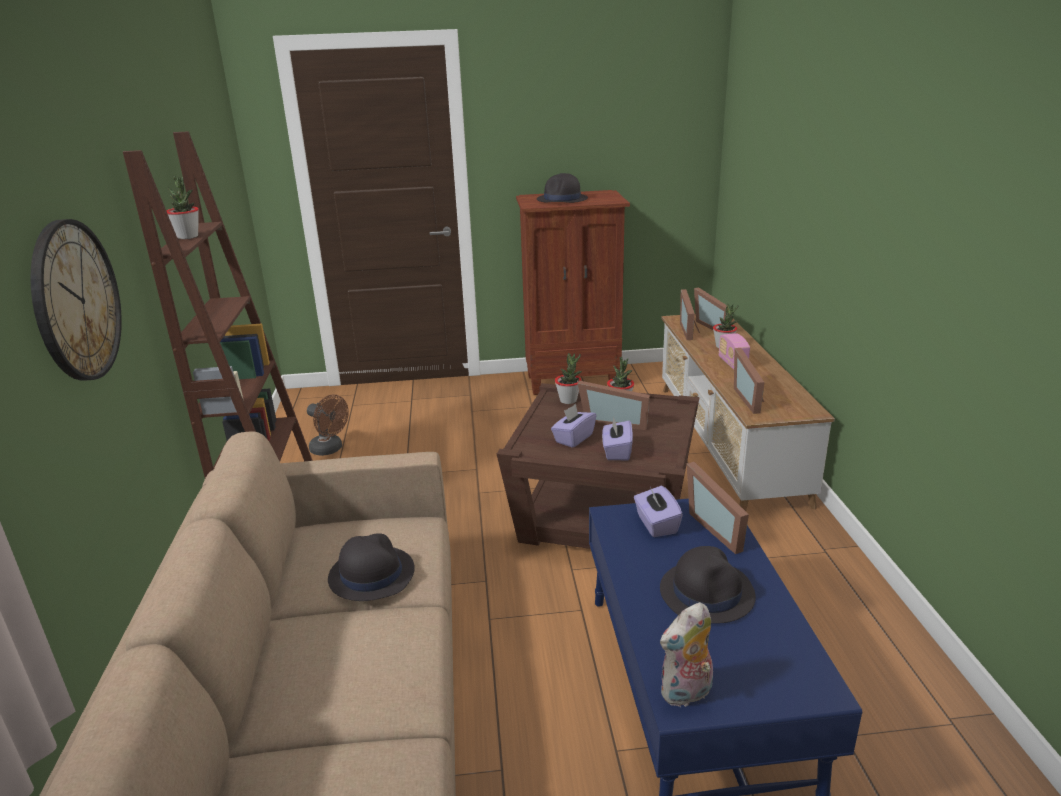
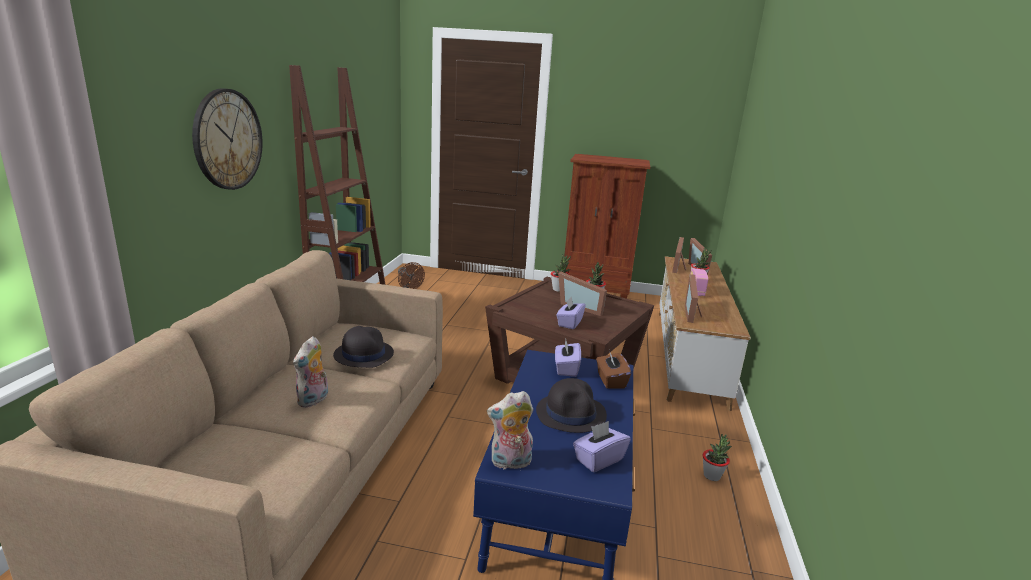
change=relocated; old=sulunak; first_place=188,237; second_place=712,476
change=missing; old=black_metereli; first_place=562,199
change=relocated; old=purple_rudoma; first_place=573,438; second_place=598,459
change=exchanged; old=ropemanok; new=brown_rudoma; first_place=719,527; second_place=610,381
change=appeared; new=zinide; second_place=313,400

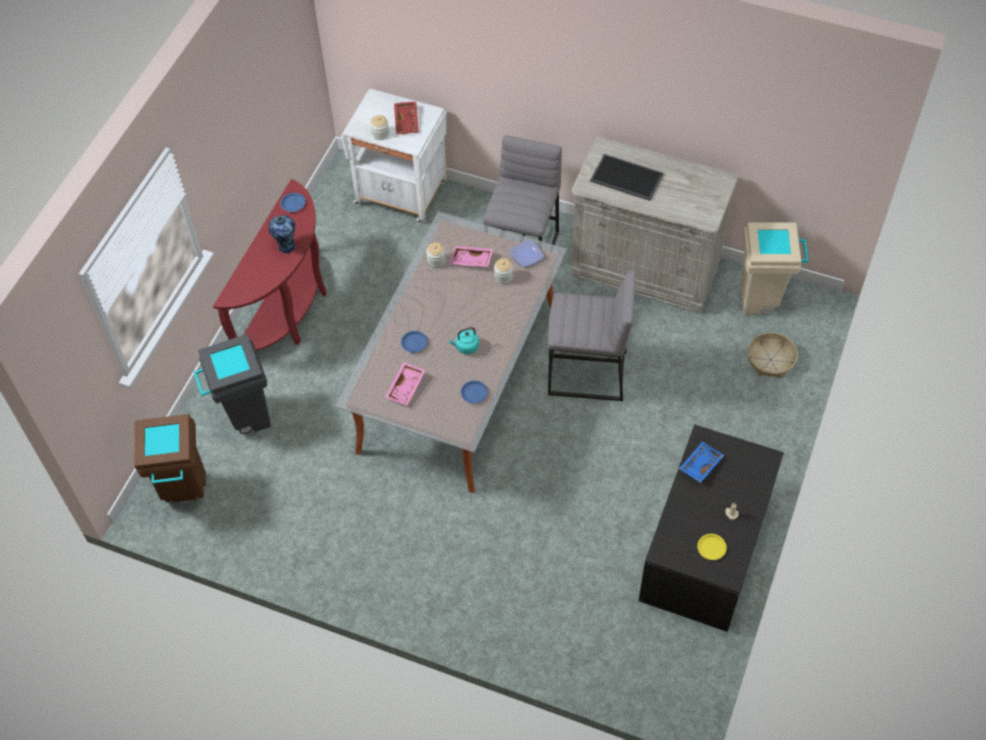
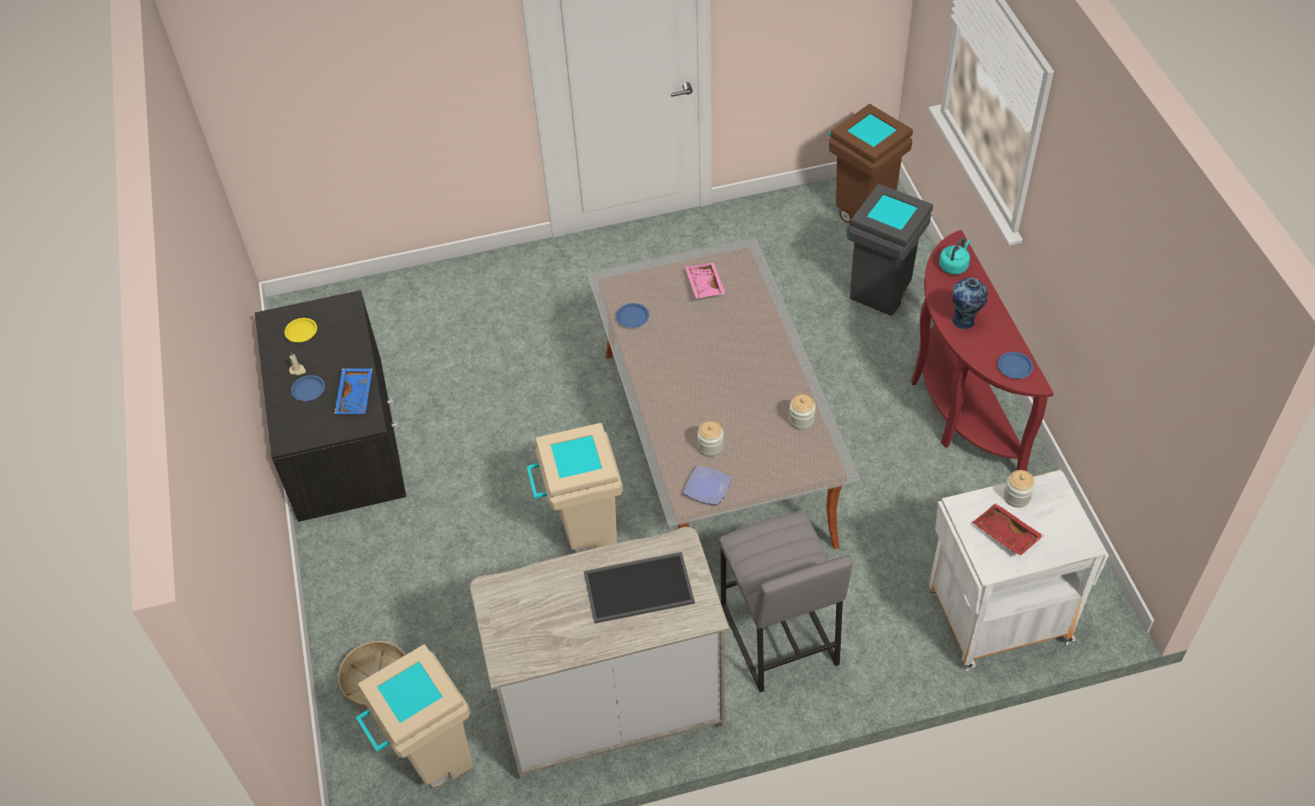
change=relocated; old=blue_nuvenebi; first_place=414,343; second_place=309,390
change=relocated; old=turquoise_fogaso; first_place=466,347; second_place=954,265
change=missing; old=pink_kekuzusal; first_place=471,261
change=exchanged; old=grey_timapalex; new=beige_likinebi; first_place=587,373; second_place=583,534

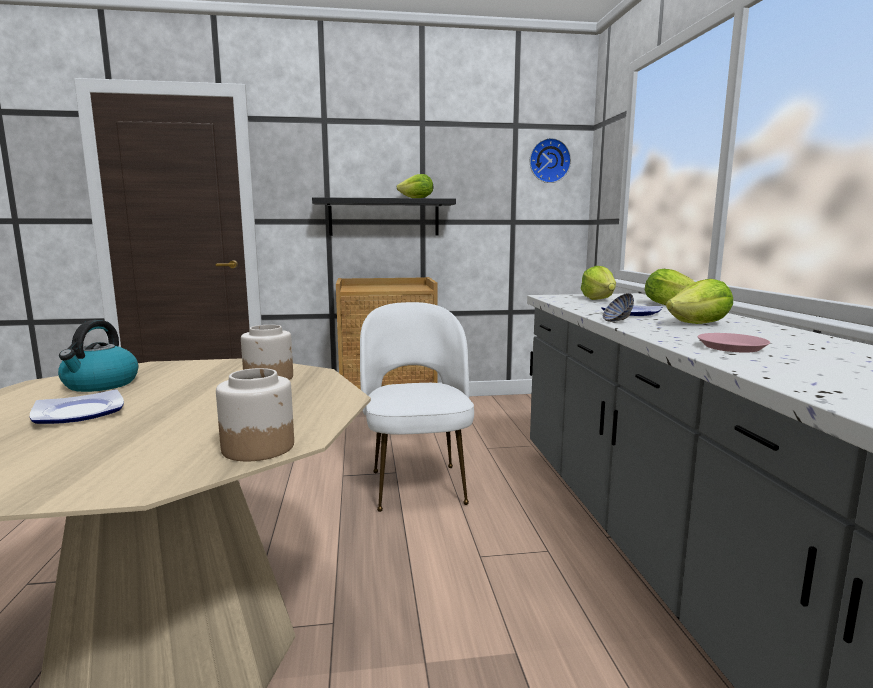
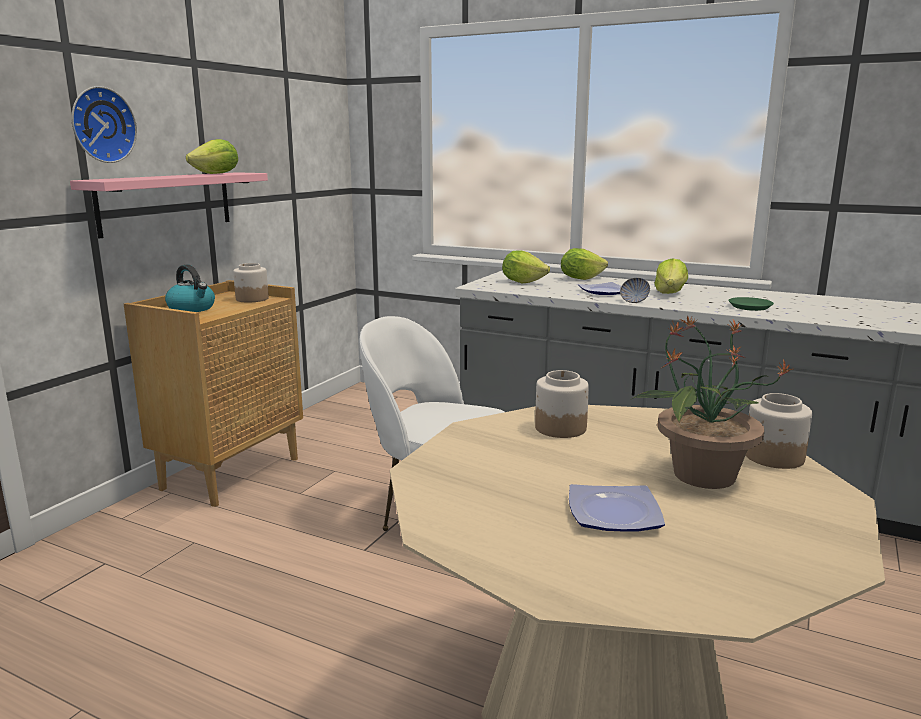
change=relocated; old=fogaso; first_place=100,384; second_place=192,309
change=colour; old=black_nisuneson; new=pink_nisuneson; first_place=384,217; second_place=166,202
change=relocated; old=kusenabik; first_place=549,161; second_place=101,125
change=colour; old=pink_nuvenebi; new=green_nuvenebi; first_place=732,347; second_place=750,307
change=appeared; new=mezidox; second_place=252,299
change=appeared; new=sulunak; second_place=701,475

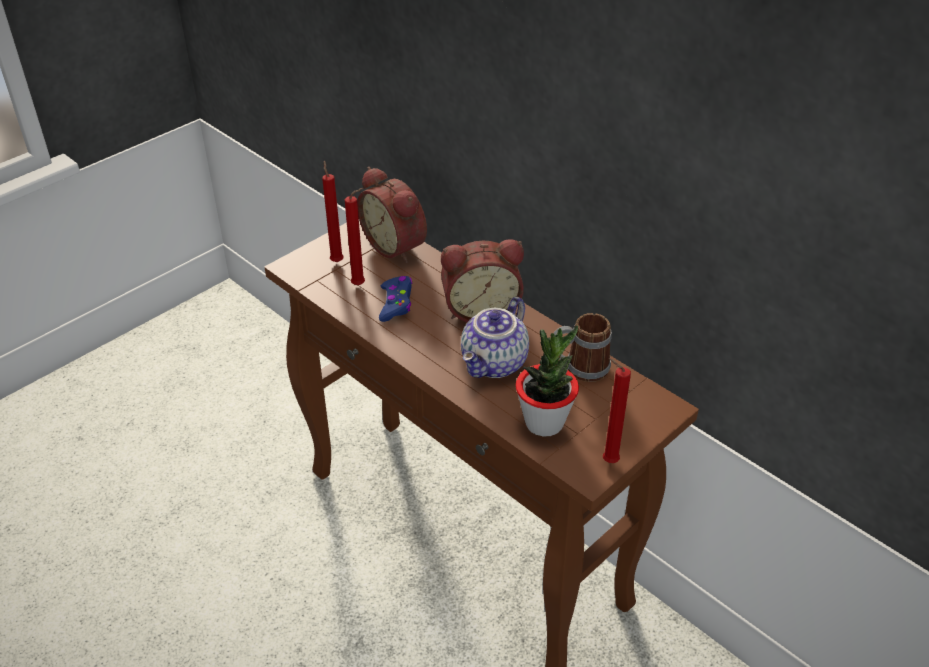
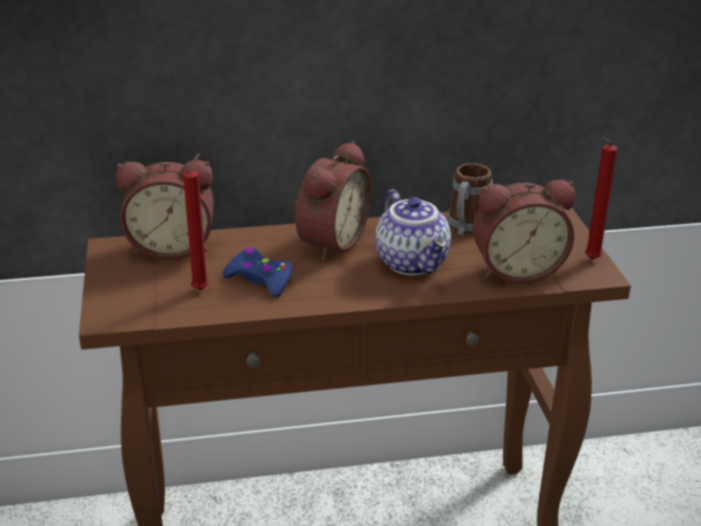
change=missing; old=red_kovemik; first_place=336,260
change=exchanged; old=sulunak; new=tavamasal; first_place=544,422; second_place=516,269

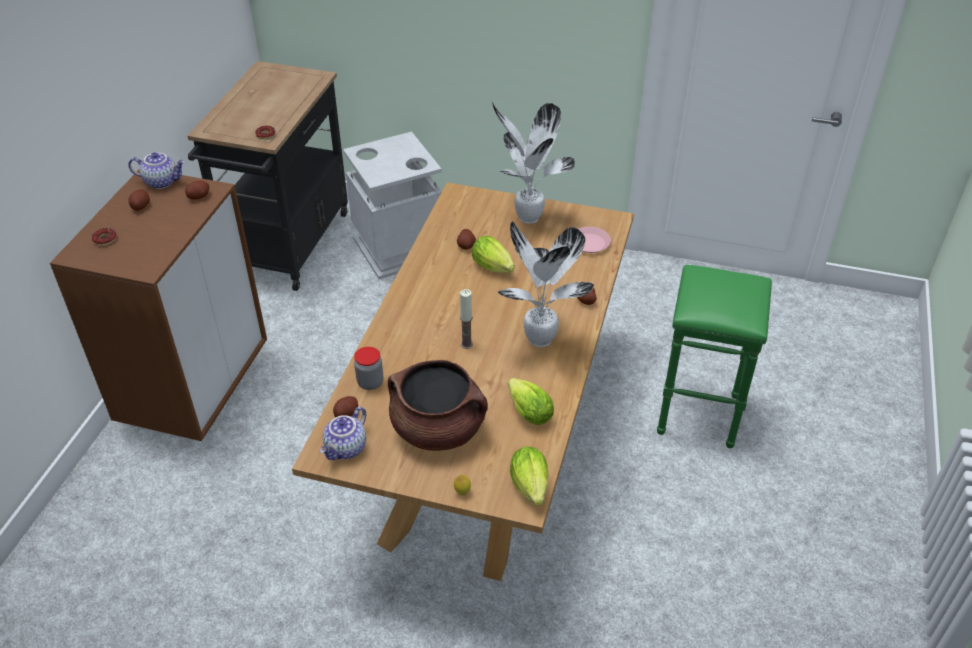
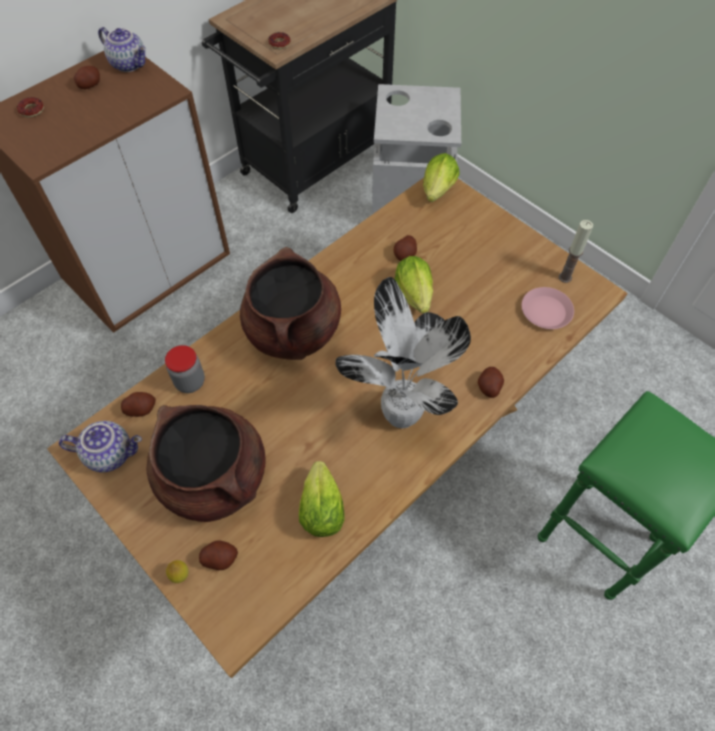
change=relocated; old=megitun; first_place=199,196; second_place=220,558
change=spun; old=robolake; first_place=346,449; second_place=110,453; degrees=-150
change=relocated; old=kovemik; first_place=466,344; second_place=565,277
change=missing; old=sulunak; first_place=526,217
change=relocated; old=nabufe; first_place=531,489; second_place=437,192
change=appeared; new=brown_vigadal; second_place=293,331

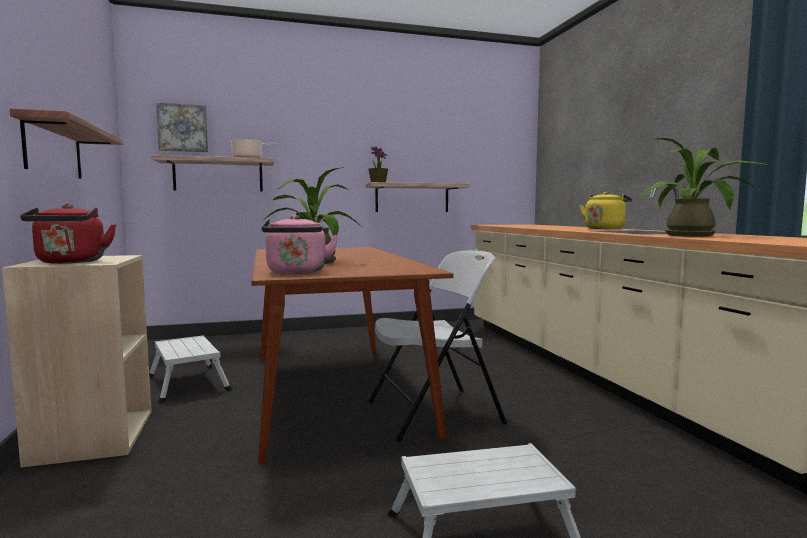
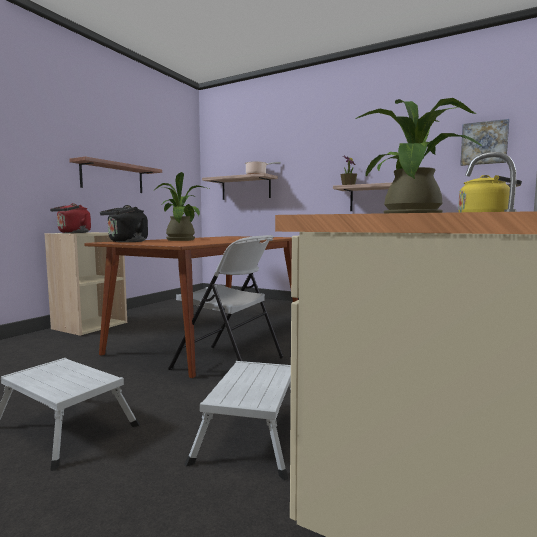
change=relocated; old=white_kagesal; first_place=188,383; second_place=252,434
change=relocated; old=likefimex; first_place=183,128; second_place=484,143
change=colour; old=pink_fogaso; new=black_fogaso; first_place=297,272; second_place=126,242

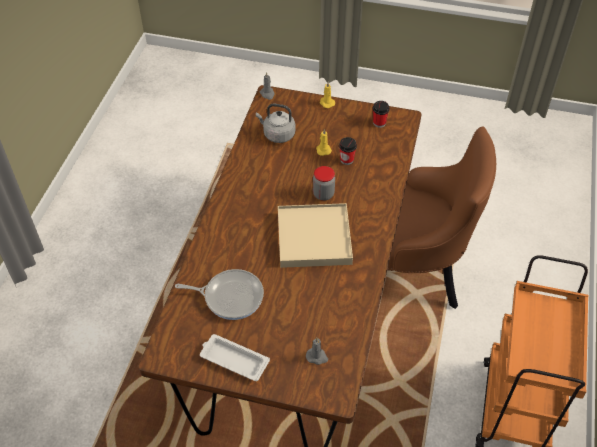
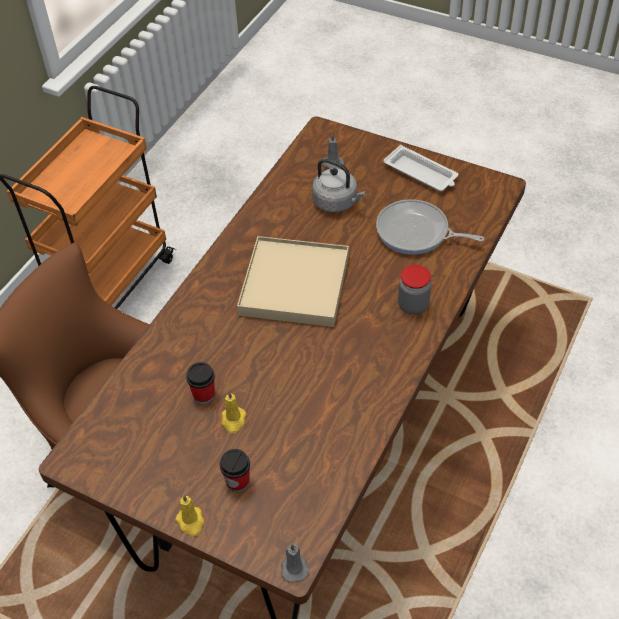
change=relocated; old=grey_fogaso; first_place=277,134; second_place=337,202
change=relocated; old=mezidox; first_place=323,194; second_place=413,305
change=relocated; old=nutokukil; first_place=379,123; second_place=237,482

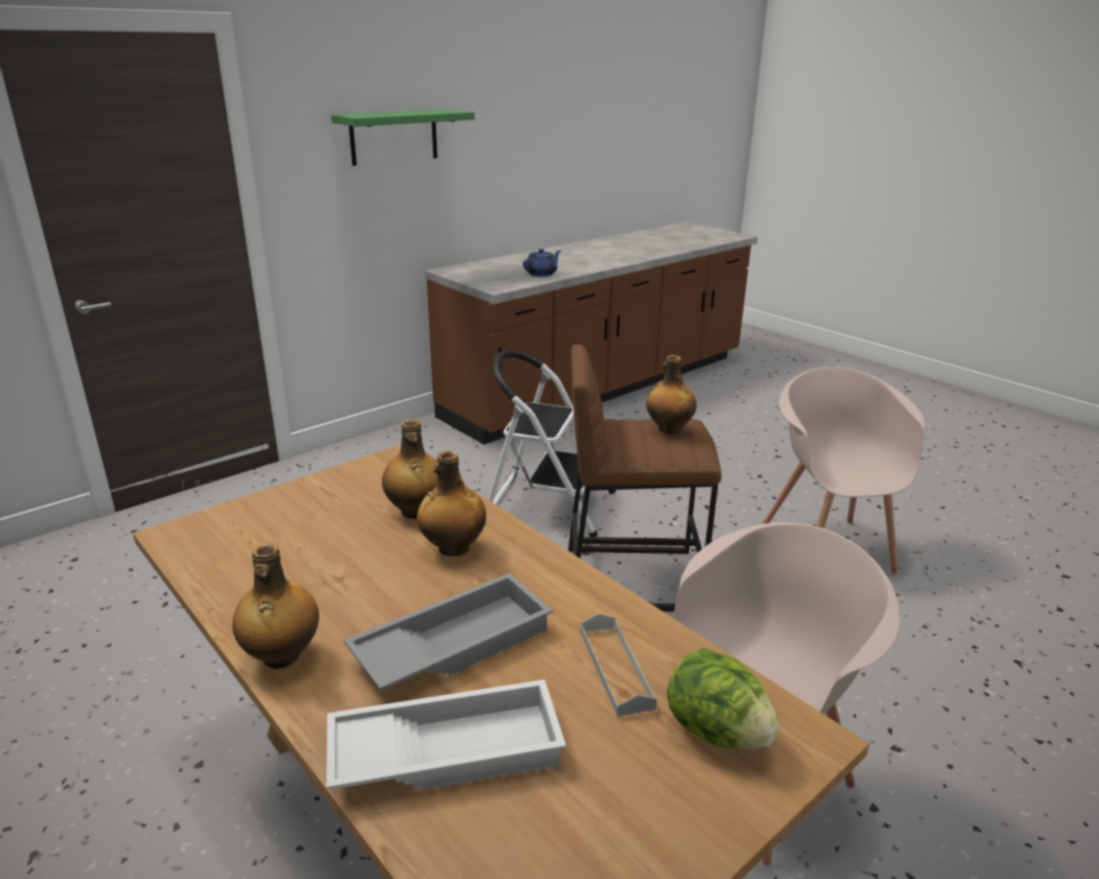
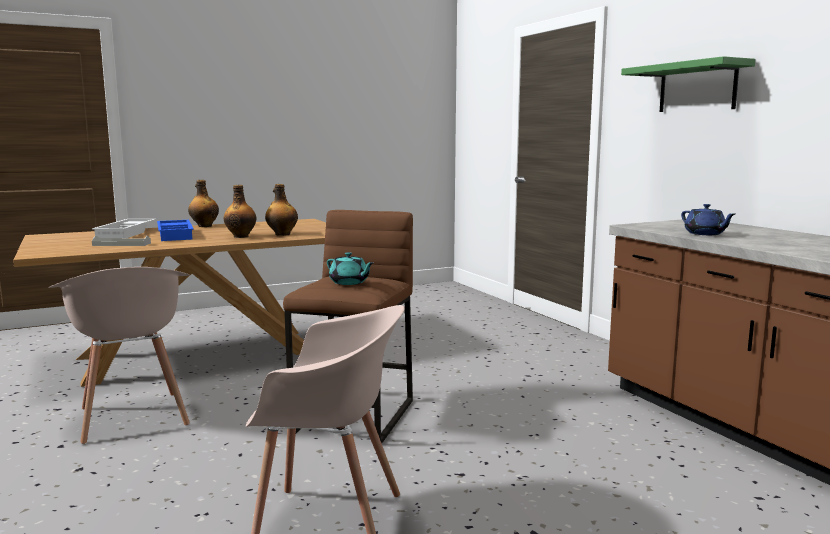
change=colour; old=grey_kekuzusal; new=blue_kekuzusal; first_place=452,643; second_place=176,235
change=missing; old=kagesal; first_place=546,504
change=exchanged; old=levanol; new=turquoise_robolake; first_place=668,429; second_place=349,282
change=missing; old=nabufe; first_place=716,731

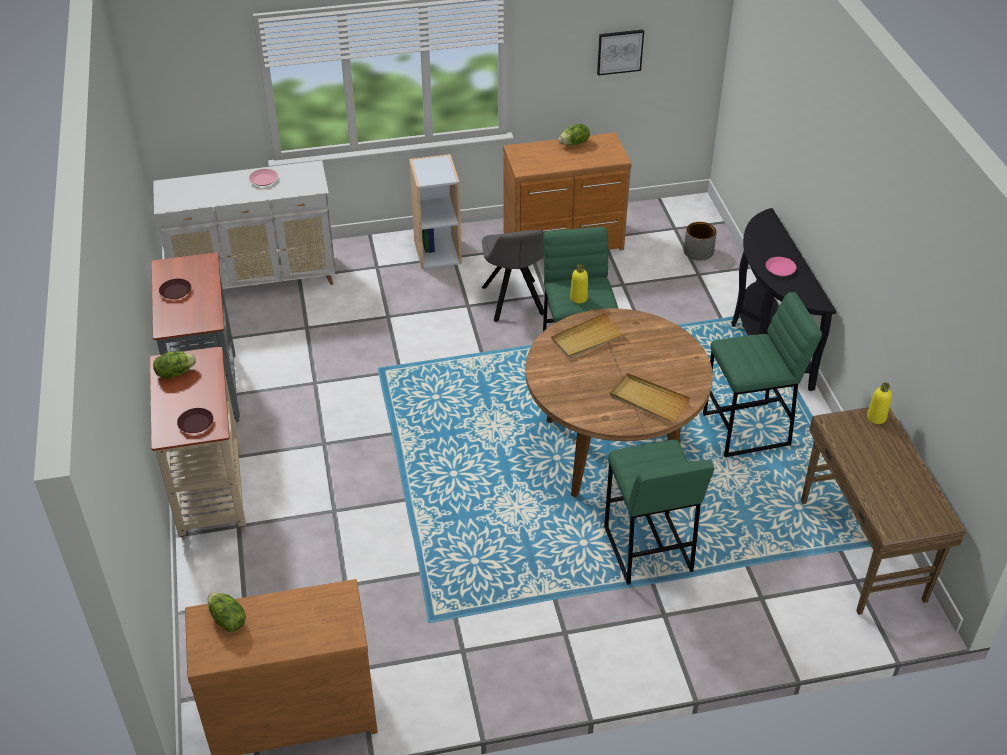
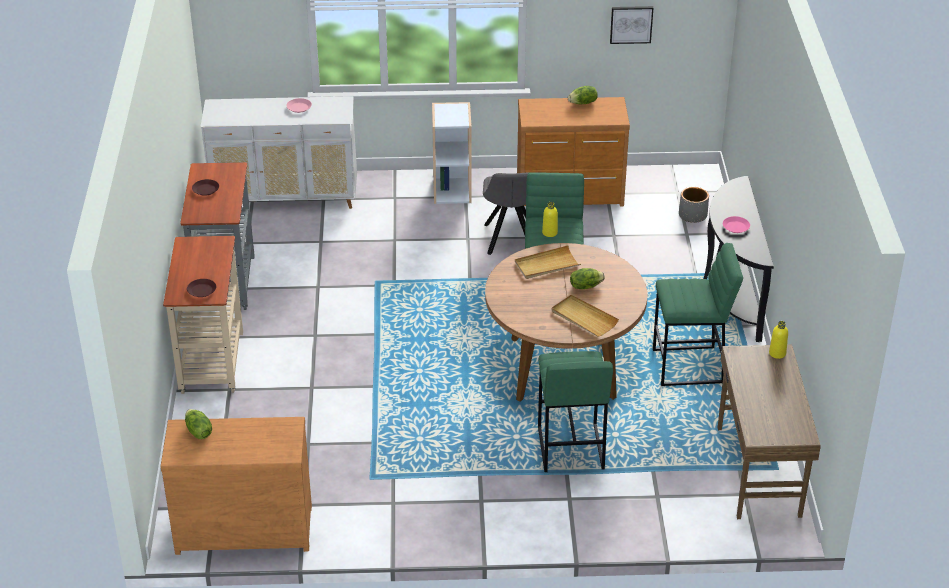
change=relocated; old=nabufe; first_place=175,372; second_place=585,286

